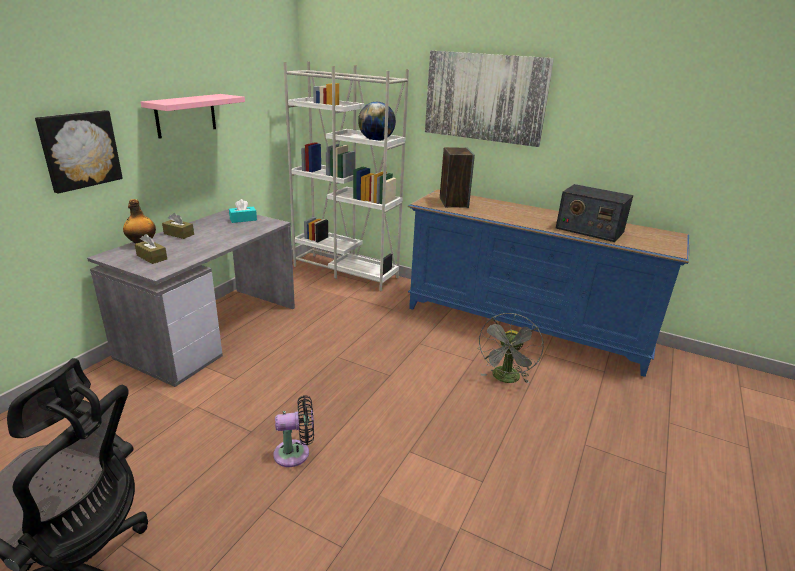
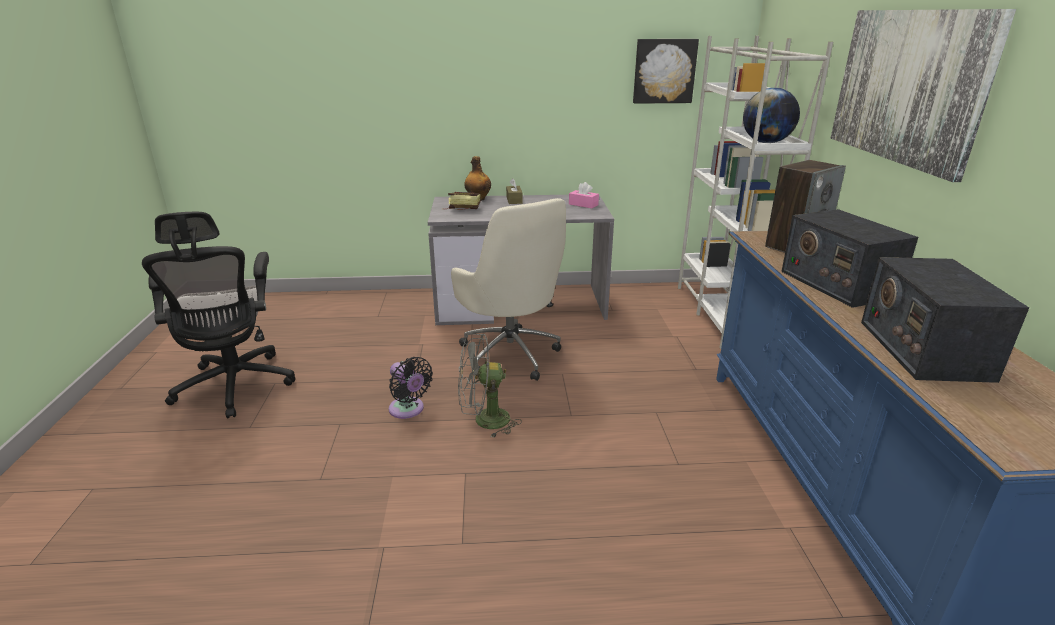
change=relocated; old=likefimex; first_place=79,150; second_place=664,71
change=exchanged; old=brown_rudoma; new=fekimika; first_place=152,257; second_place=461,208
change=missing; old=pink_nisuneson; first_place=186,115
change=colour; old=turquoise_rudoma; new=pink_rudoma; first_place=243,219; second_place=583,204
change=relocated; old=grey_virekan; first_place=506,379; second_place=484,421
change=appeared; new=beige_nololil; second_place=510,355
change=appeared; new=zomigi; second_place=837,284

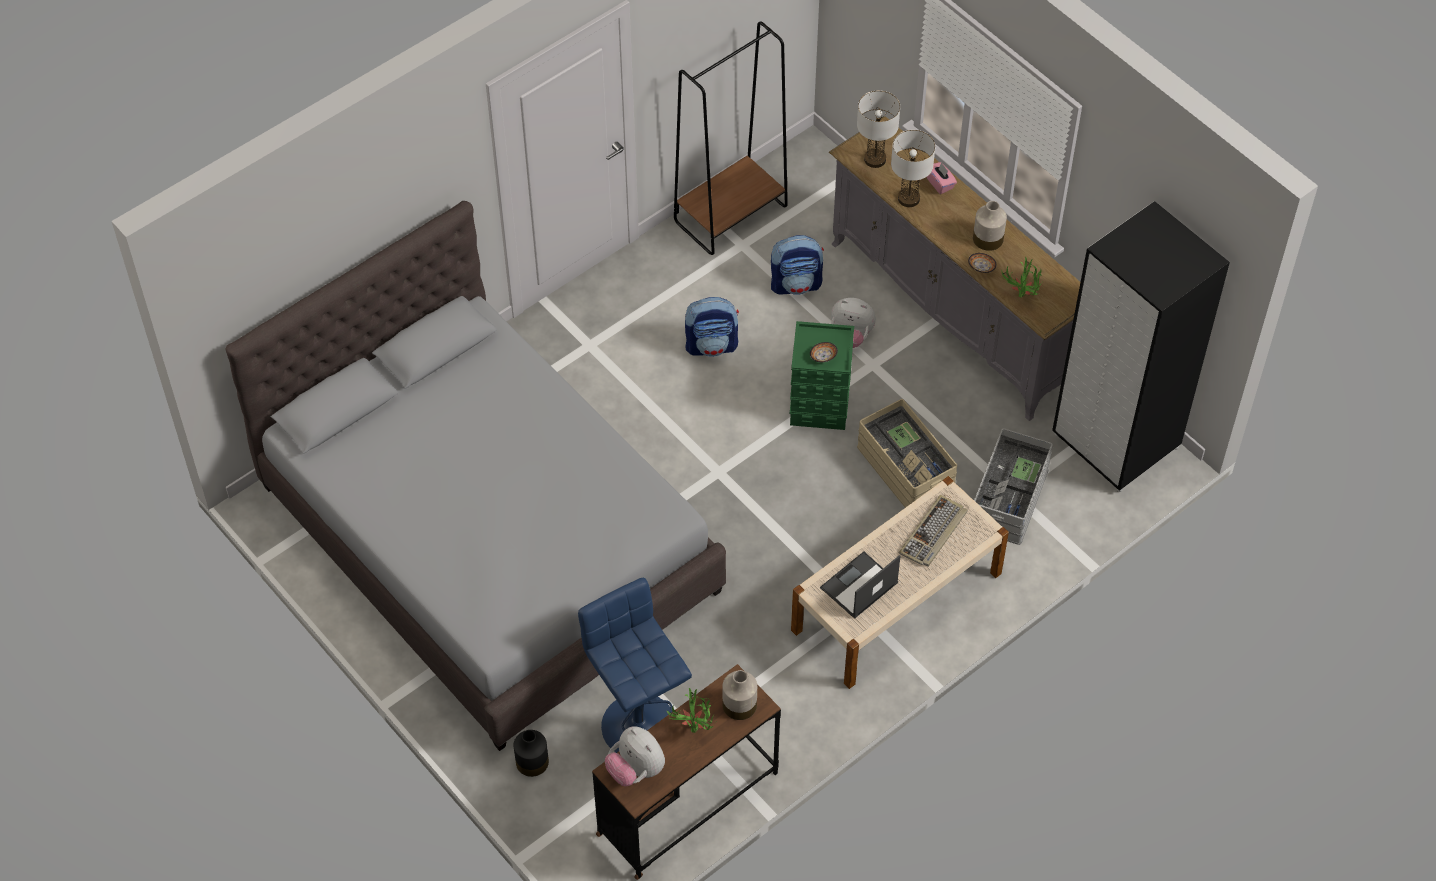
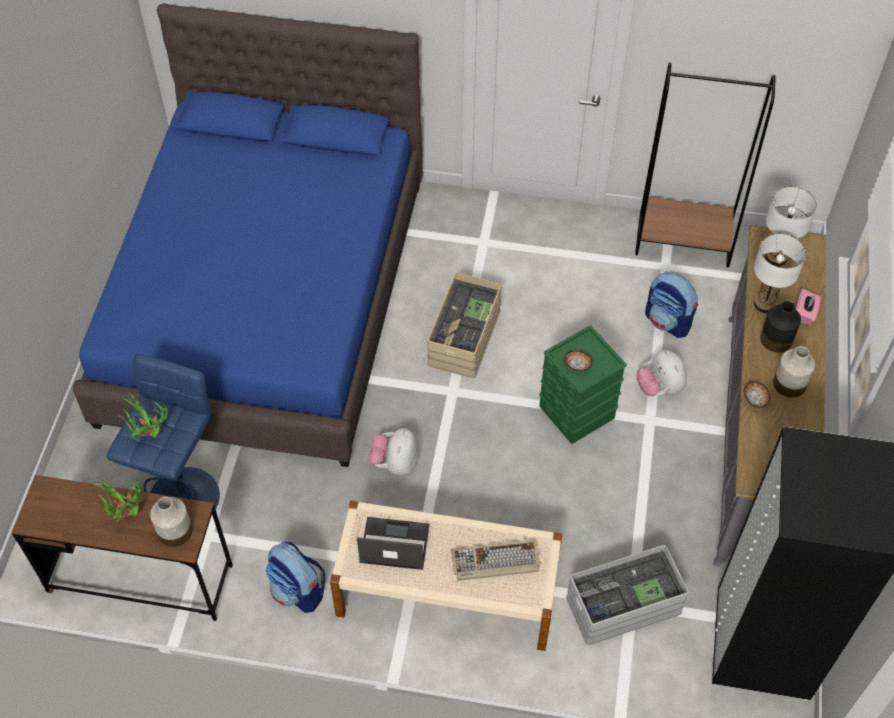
change=colour; old=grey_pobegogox; new=blue_pobegogox; first_place=489,537; second_place=267,299
change=relocated; old=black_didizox; first_place=532,761; second_place=776,339
change=relocated; old=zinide; first_place=636,770; second_place=395,463
change=relocated; old=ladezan; first_place=712,345; second_place=298,591
change=relocated; old=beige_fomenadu; first_place=906,468; second_place=465,337
change=relocated; old=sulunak; first_place=1021,298; second_place=148,436

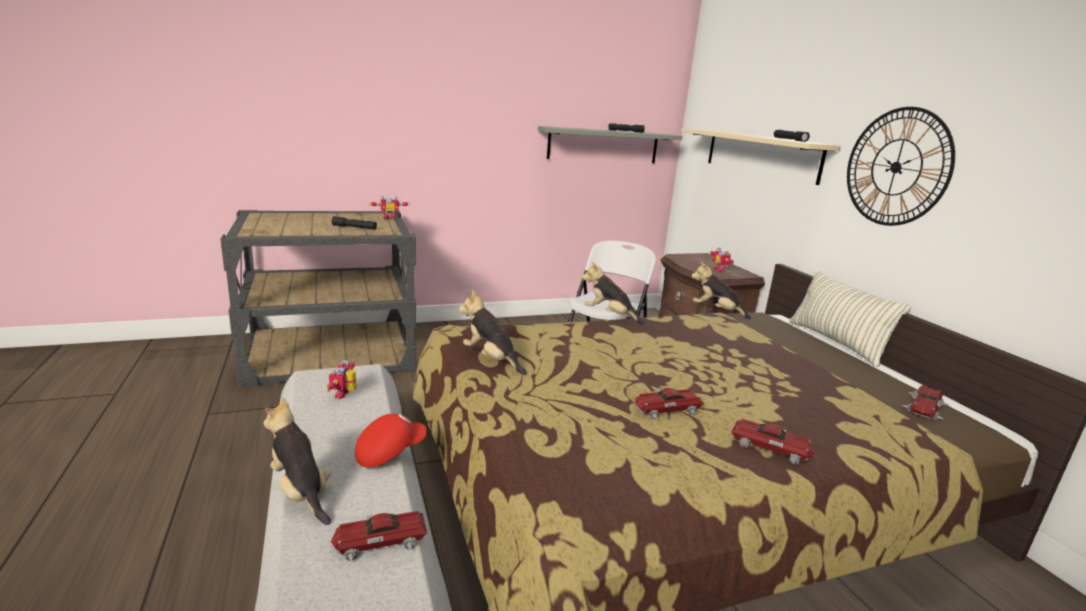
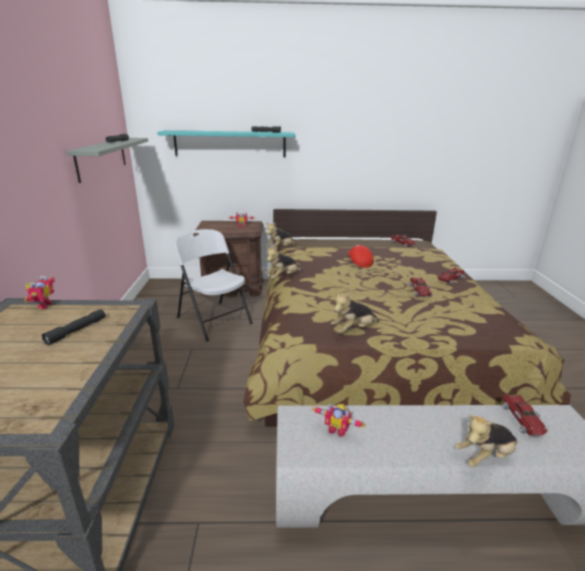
change=relocated; old=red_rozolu; first_place=390,452; second_place=359,262
change=colour; old=beige_nisuneson; new=turquoise_nisuneson; first_place=760,154; second_place=230,144
change=missing; old=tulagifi; first_place=836,342
change=missing; old=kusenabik; first_place=896,167

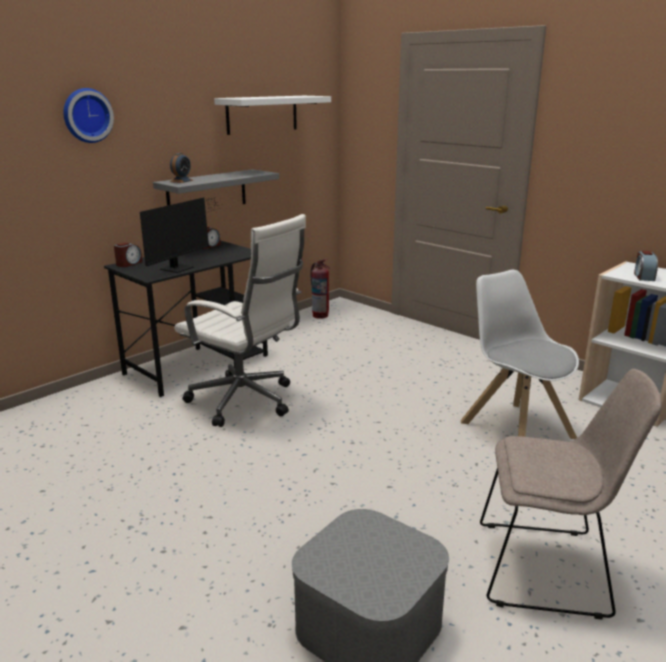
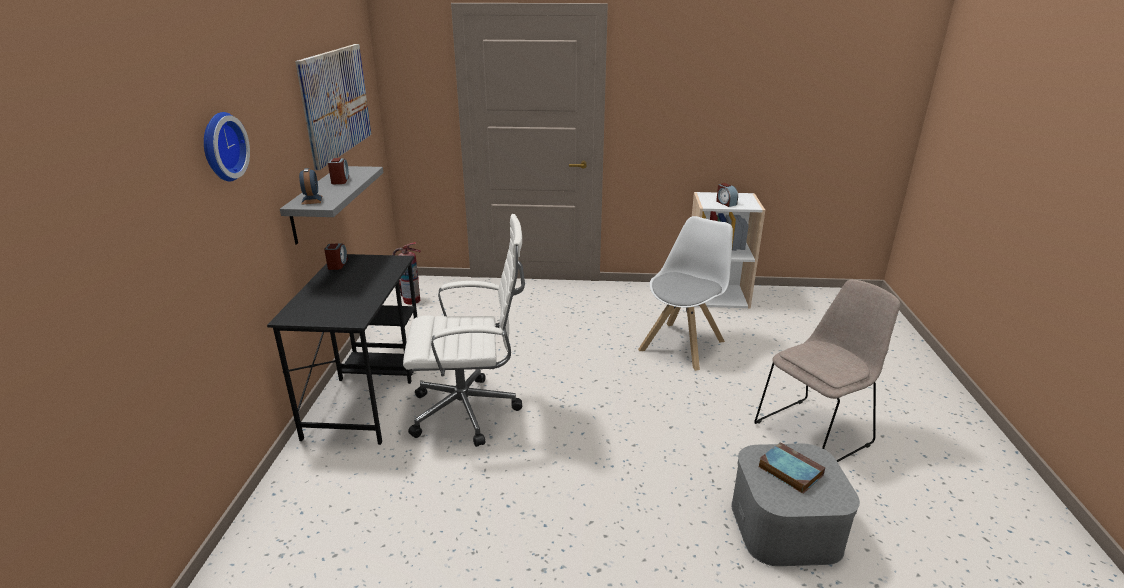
change=relocated; old=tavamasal; first_place=129,264; second_place=340,180
change=missing; old=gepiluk; first_place=181,267
change=exchanged; old=white_nisuneson; new=likefimex; first_place=262,114; second_place=336,102
change=spun; old=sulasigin; first_place=515,428; second_place=683,344; degrees=105
change=appeared; new=fekimika; second_place=788,470

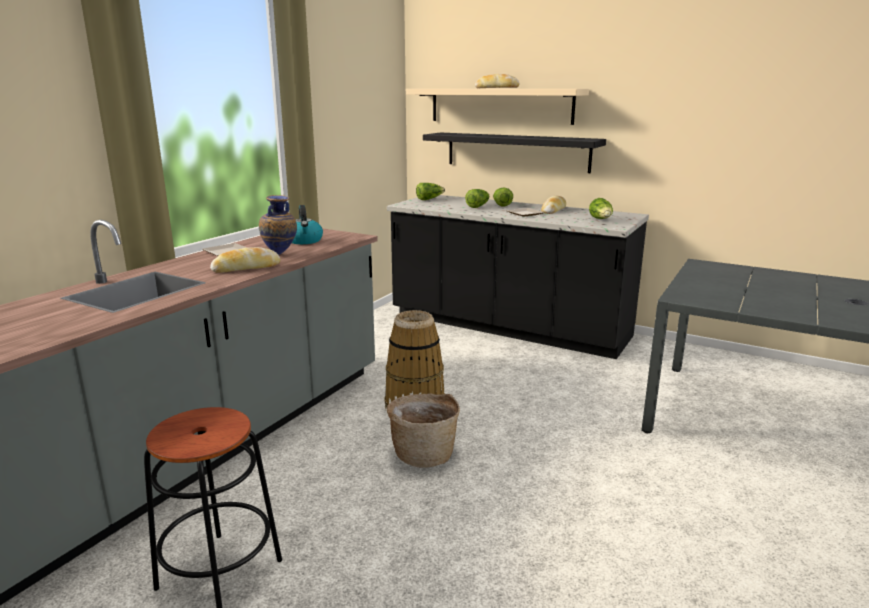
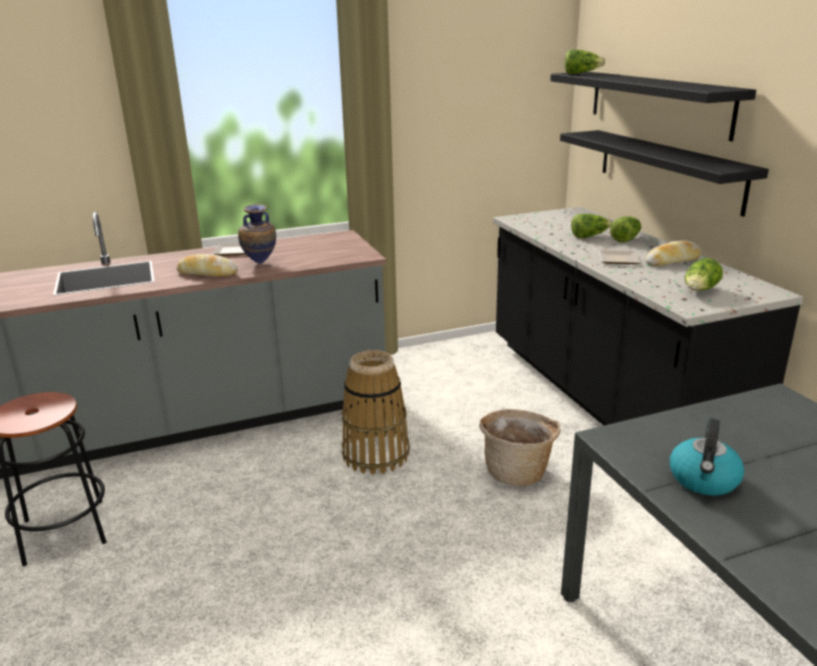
change=relocated; old=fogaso; first_place=304,241; second_place=704,480
change=relocated; old=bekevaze; first_place=424,454; second_place=517,471
change=colour; old=beige_nisuneson; new=black_nisuneson; first_place=500,105; second_place=657,102
change=relocated; old=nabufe; first_place=429,199; second_place=581,73
change=missing; old=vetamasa; first_place=496,88

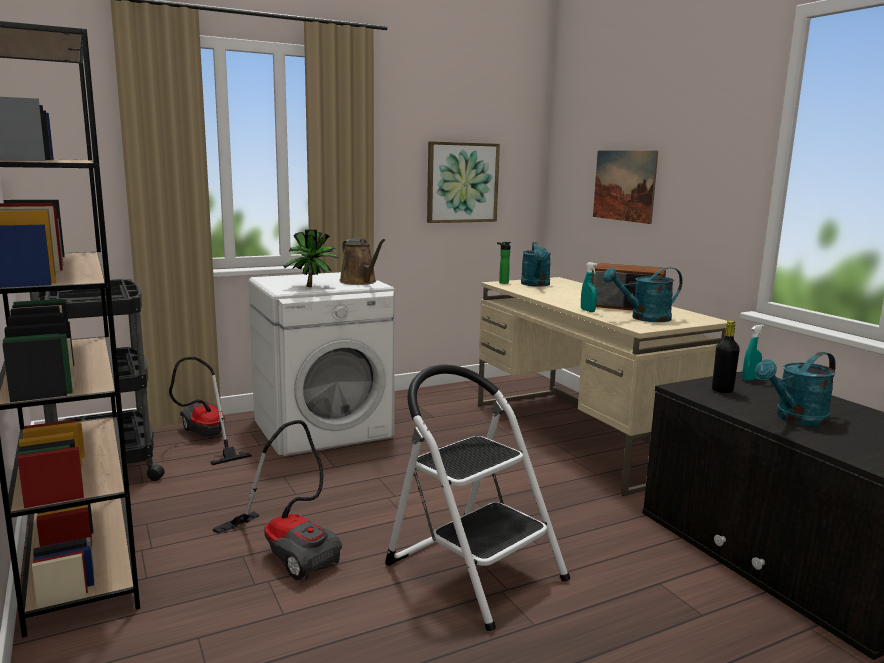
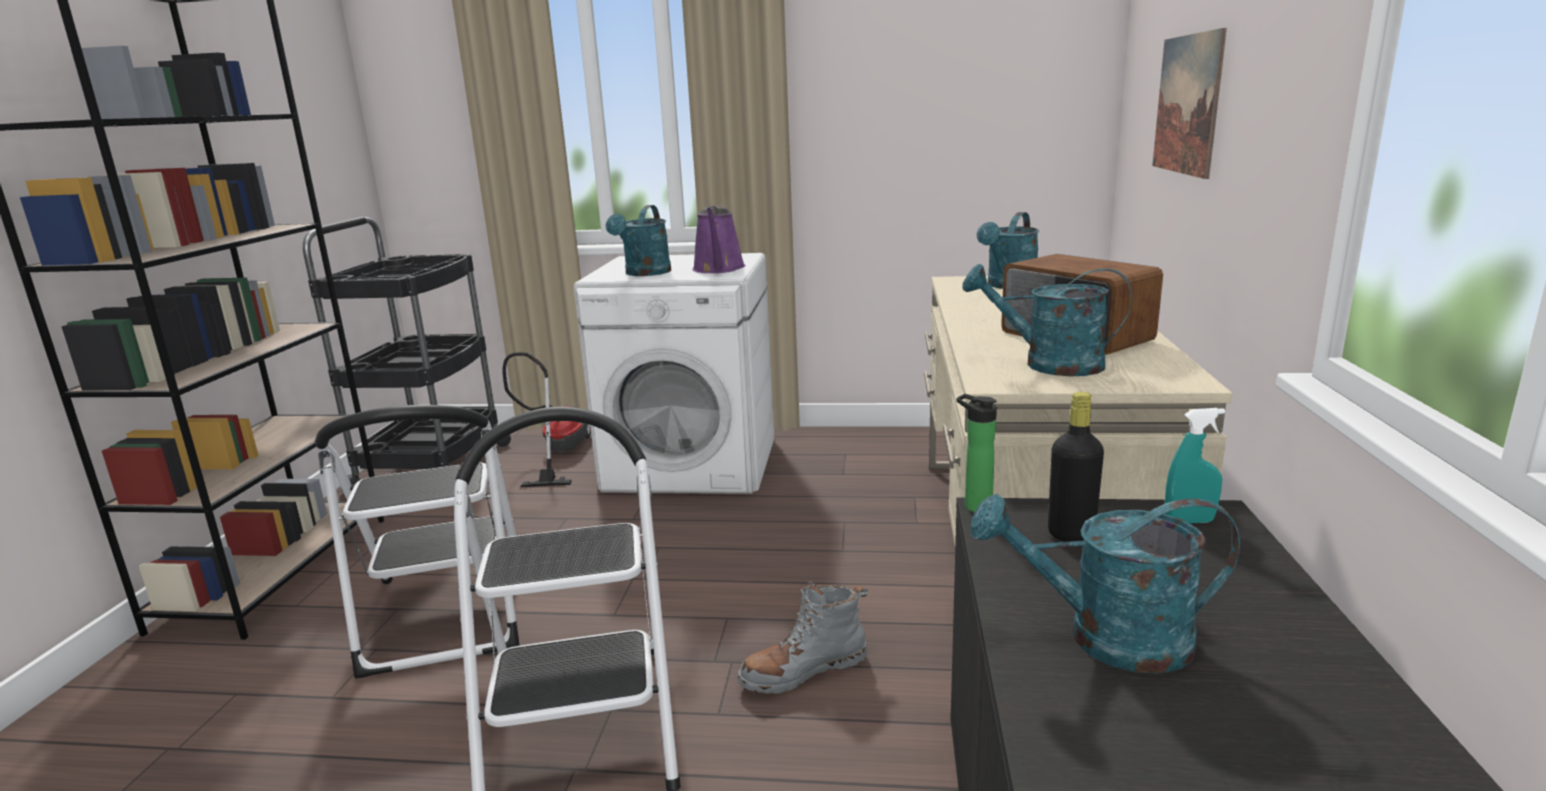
change=exchanged; old=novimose; new=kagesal; first_place=289,550; second_place=445,616
change=exchanged; old=sulunak; new=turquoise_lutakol; first_place=313,287; second_place=645,273
change=colour; old=brown_lutakol; new=purple_lutakol; first_place=360,282; second_place=718,269
change=missing; old=likefimex; first_place=462,182
change=relocated; old=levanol; first_place=502,282; second_place=974,506
change=missing; old=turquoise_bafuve; first_place=587,310
change=appeared; new=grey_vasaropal; second_place=803,670

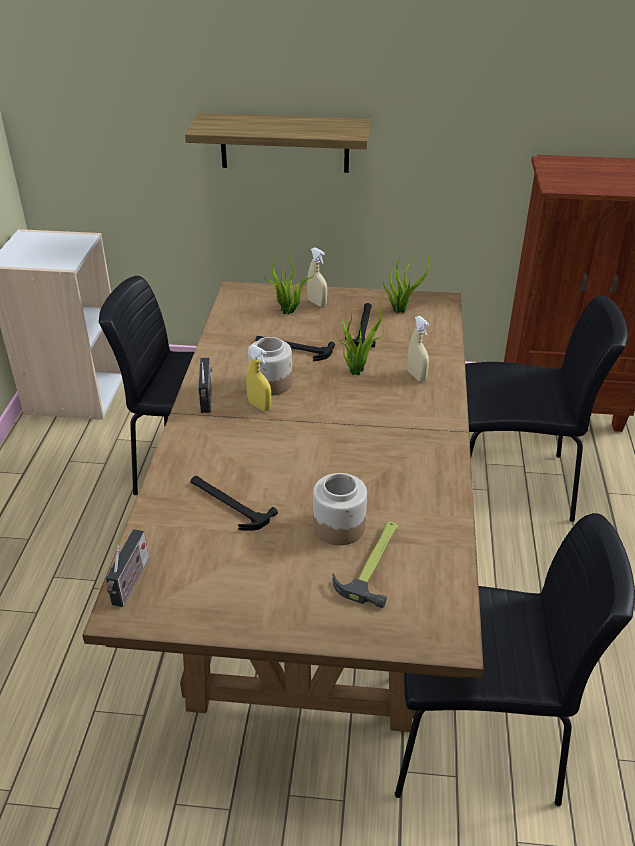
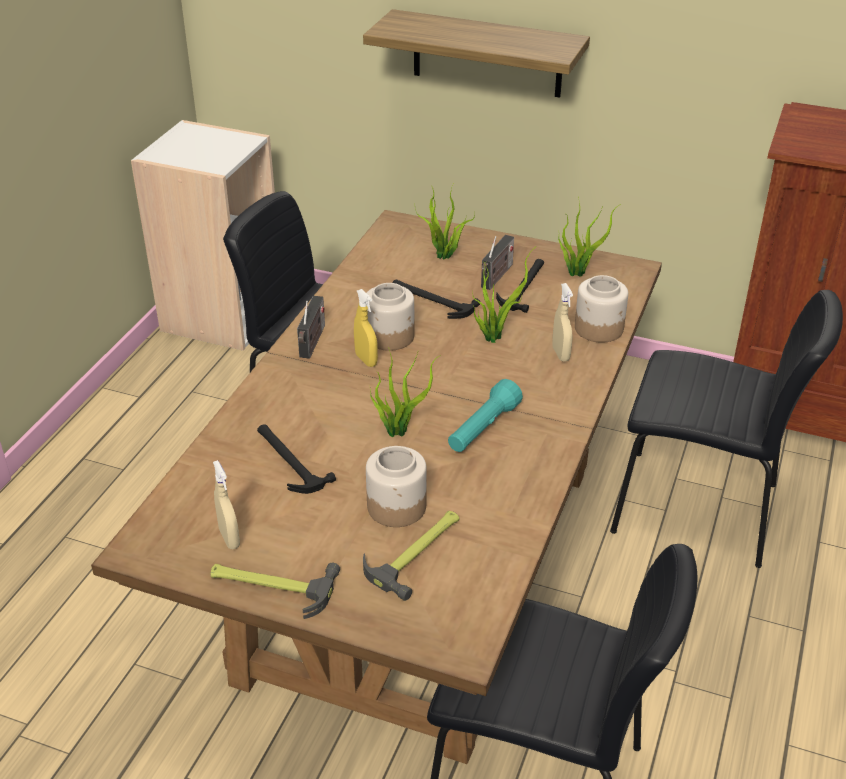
change=relocated; old=zomigi; first_place=130,583; second_place=496,277
change=relocated; old=beige_bafuve; first_place=317,303; second_place=229,538
change=appeared; new=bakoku; second_place=271,585
change=appeared; new=sulunak; second_place=400,431
change=appeared; new=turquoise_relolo; second_place=483,428
change=appeared; new=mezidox; second_place=599,328

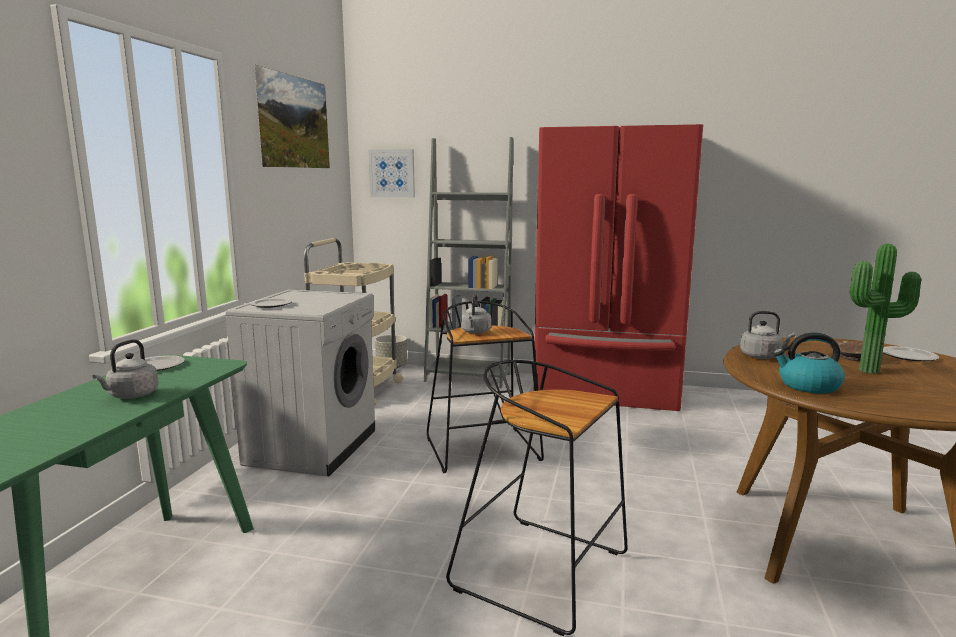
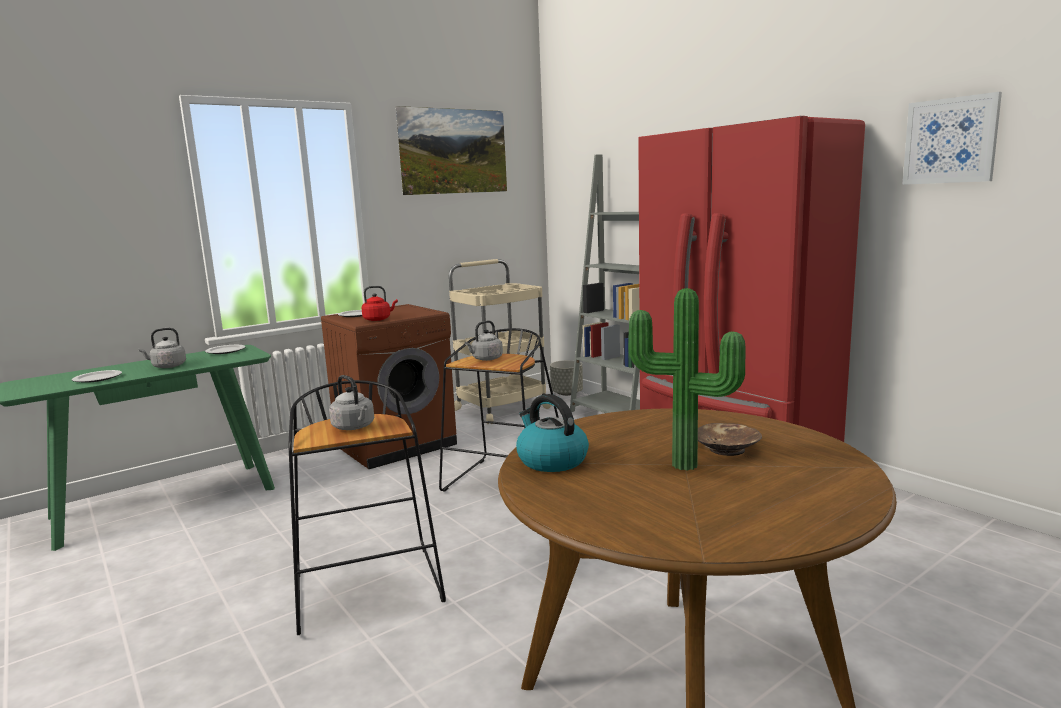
change=colour; old=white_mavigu; new=brown_mavigu; first_place=315,447; second_place=397,446
change=relocated; old=likefimex; first_place=392,173; second_place=950,141
change=relocated; old=grey_fogaso; first_place=762,356; second_place=354,427
change=relocated; old=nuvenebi; first_place=908,356; second_place=98,378
change=appeared; new=red_fogaso; second_place=378,319

